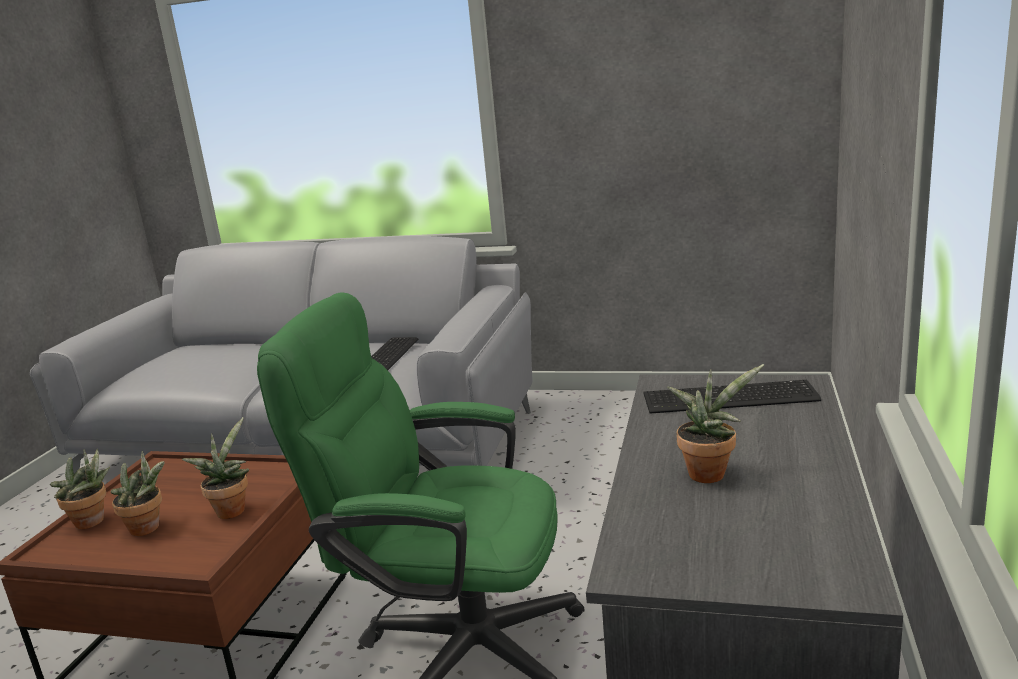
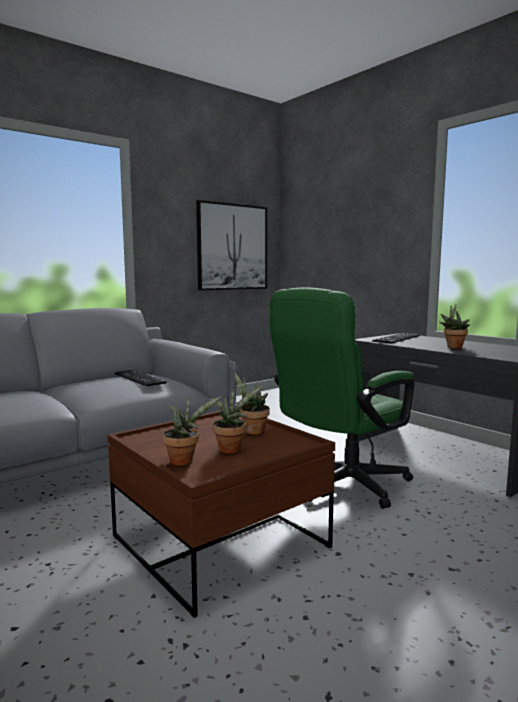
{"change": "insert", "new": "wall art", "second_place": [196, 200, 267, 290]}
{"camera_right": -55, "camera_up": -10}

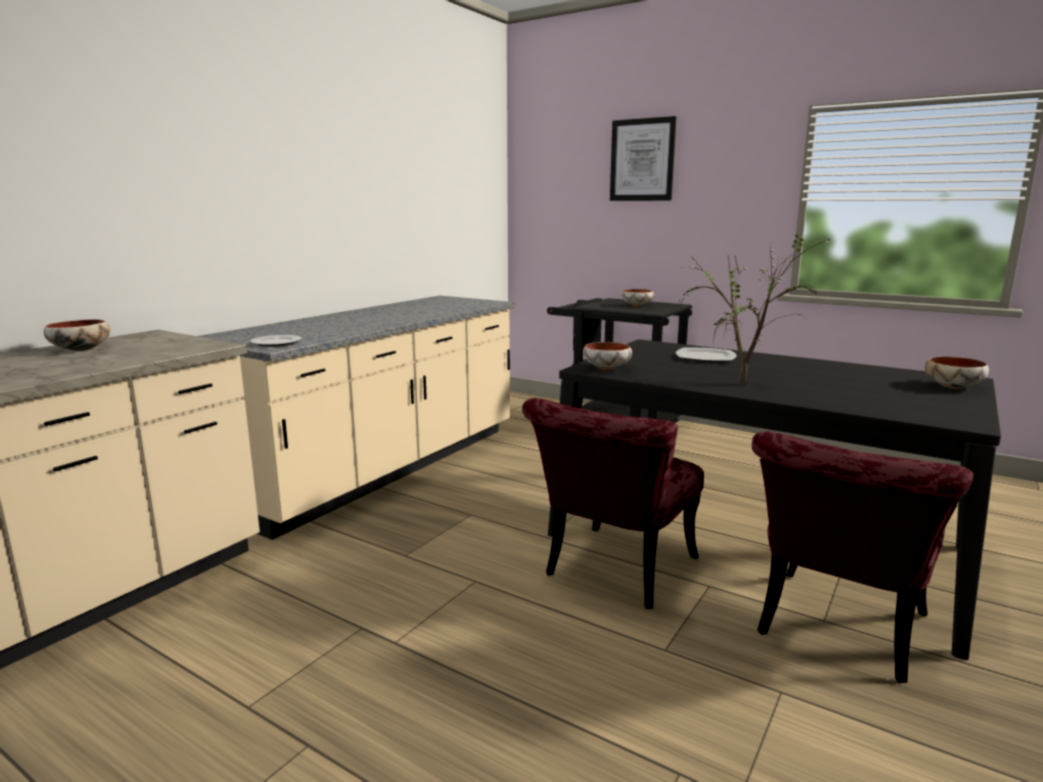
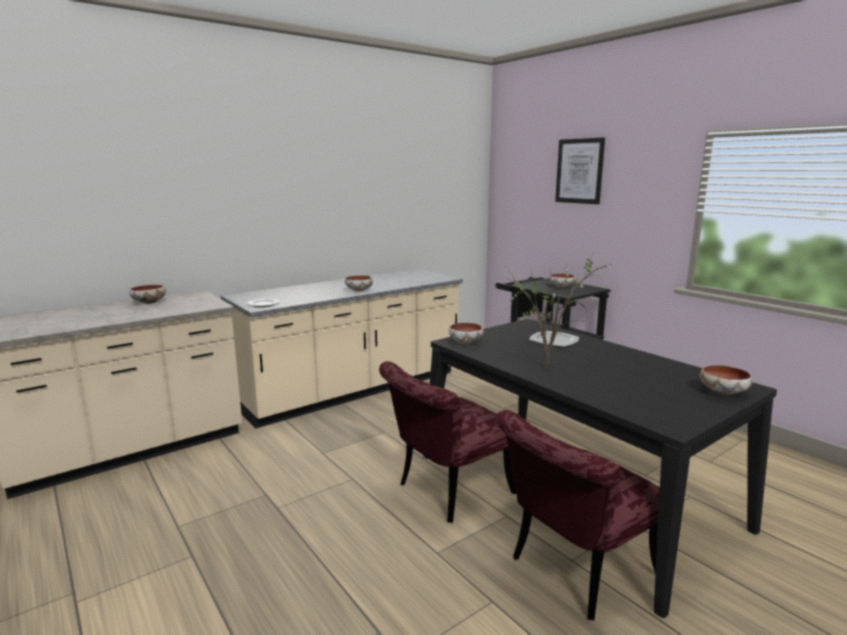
{"change": "insert", "new": "deep dish", "second_place": [345, 275, 373, 291]}
{"camera_right": 20, "camera_up": 0}

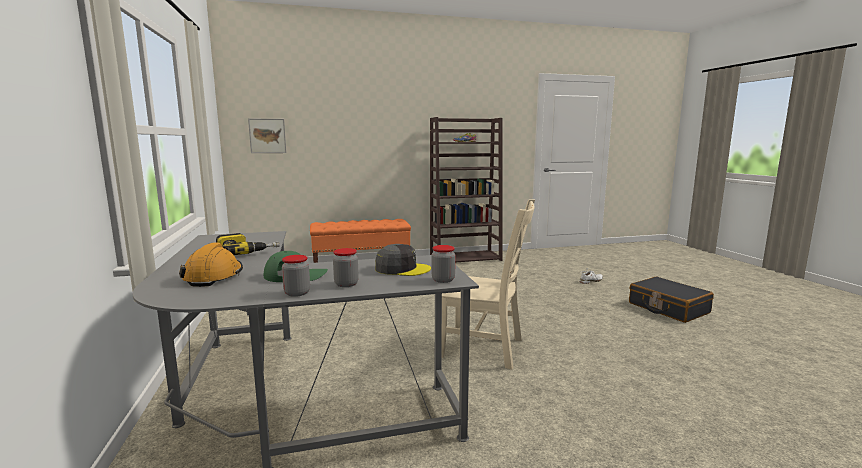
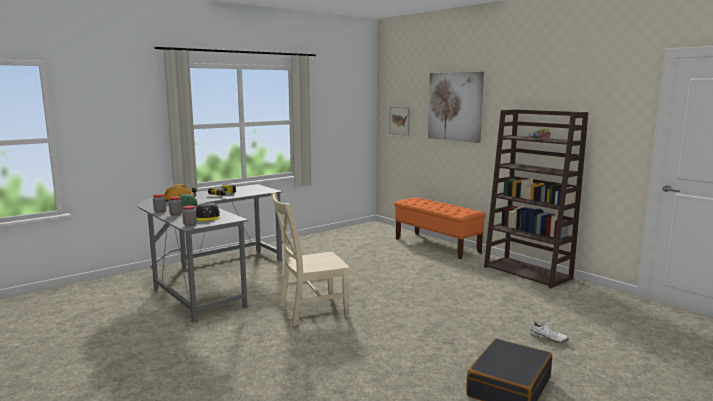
{"change": "rotate", "old": "beige chair", "first_place": [441, 199, 535, 370], "second_place": [271, 192, 350, 326], "degrees": 75}
{"change": "insert", "new": "wall art", "second_place": [428, 72, 484, 143]}
{"camera_right": 65, "camera_up": 0}

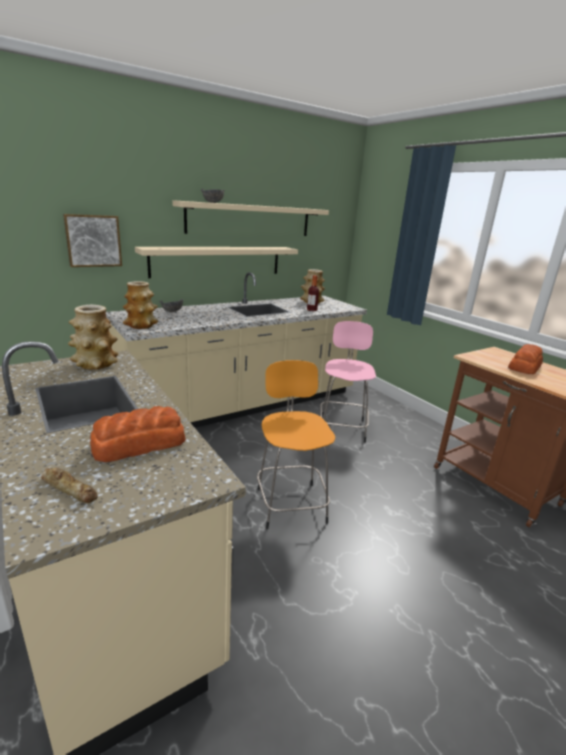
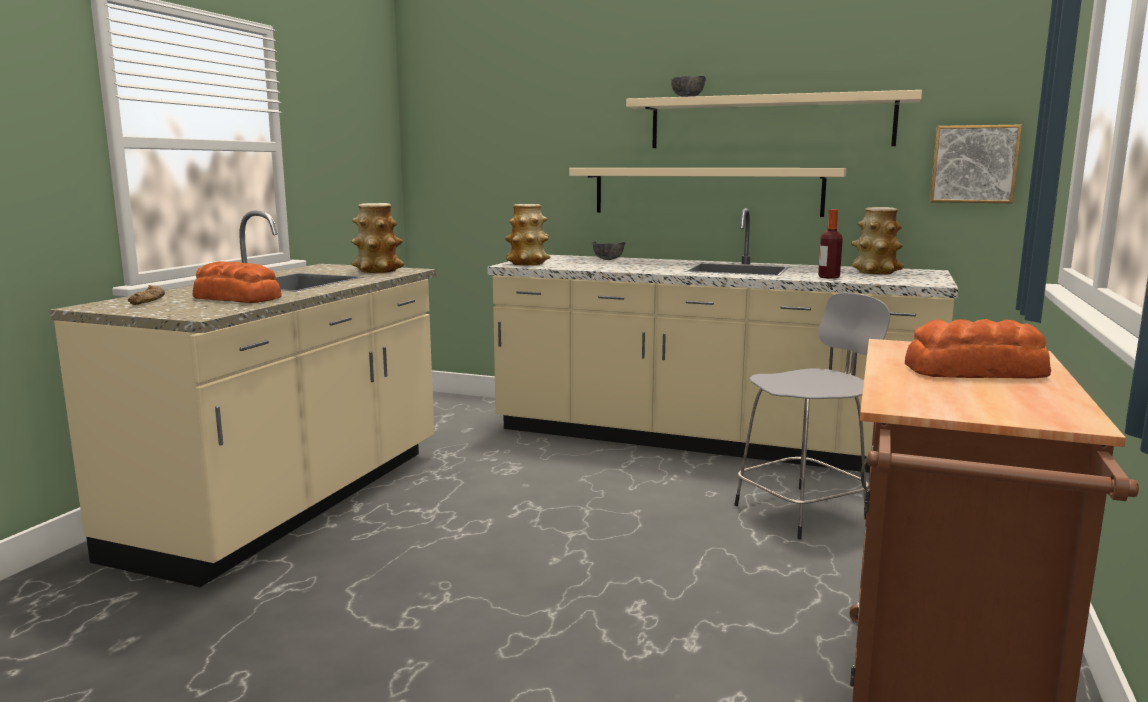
{"change": "recolor", "old": "pink sitting stool", "new": "gray sitting stool", "first_place": [320, 321, 376, 442], "second_place": [735, 293, 890, 539]}
{"change": "move", "old": "wall art", "first_place": [63, 214, 122, 267], "second_place": [930, 125, 1022, 203]}
{"change": "delete", "old": "orange sitting stool", "first_place": [257, 360, 335, 529]}
{"camera_right": 55, "camera_up": -10}

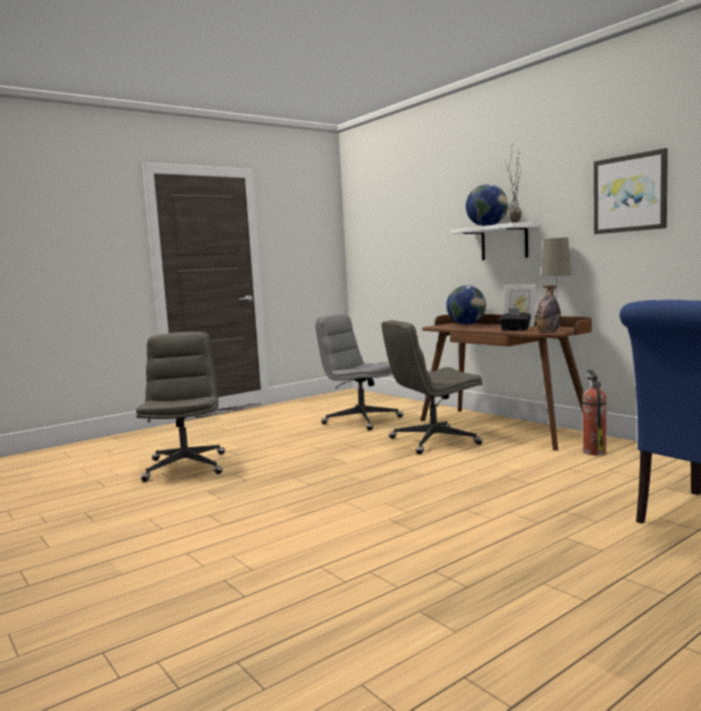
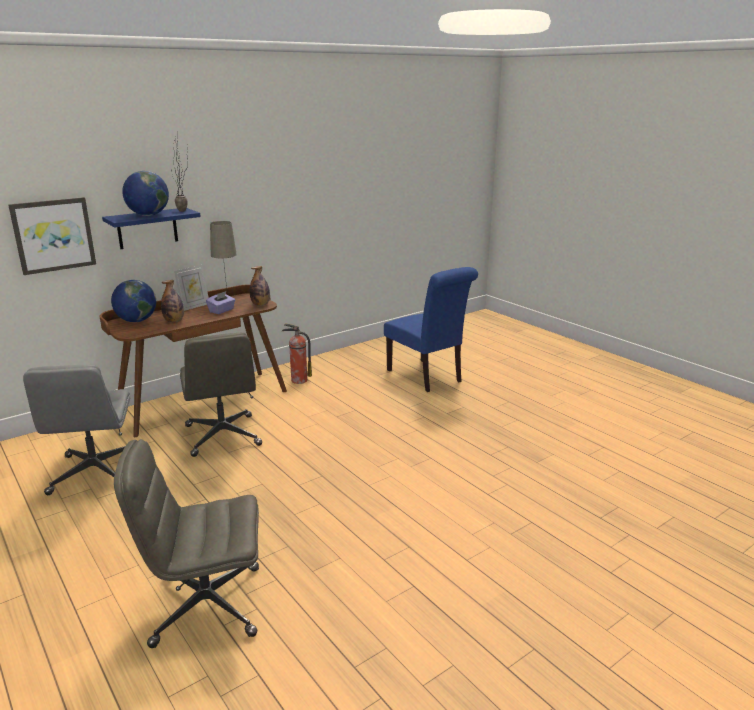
{"change": "move", "old": "wall art", "first_place": [594, 148, 668, 234], "second_place": [8, 197, 96, 275]}
{"change": "rotate", "old": "gray computer chair", "first_place": [315, 314, 403, 430], "second_place": [23, 364, 130, 495], "degrees": -45}
{"change": "recolor", "old": "white wall shelf", "new": "blue-coloured wall shelf", "first_place": [450, 222, 538, 260], "second_place": [102, 208, 201, 249]}
{"change": "insert", "new": "bottle", "second_place": [161, 280, 184, 322]}
{"change": "recolor", "old": "blackish tissue box", "new": "purple tissue box", "first_place": [499, 308, 531, 330], "second_place": [206, 291, 235, 314]}
{"camera_right": -90, "camera_up": 15}

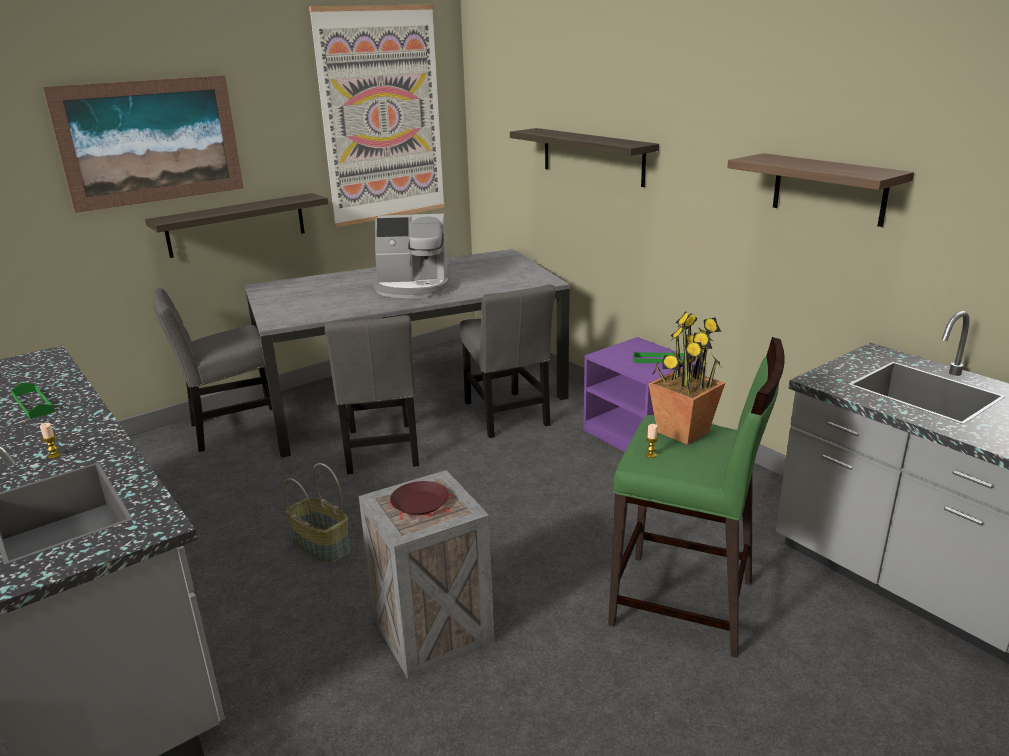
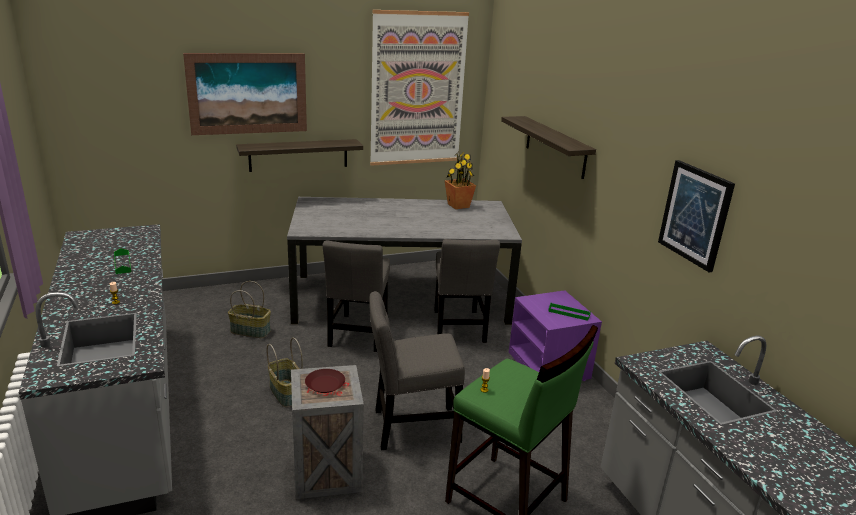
{"change": "insert", "new": "storage basket", "second_place": [228, 281, 271, 338]}
{"change": "move", "old": "gray chair", "first_place": [153, 288, 272, 452], "second_place": [369, 291, 465, 450]}
{"change": "move", "old": "plant in a pot", "first_place": [649, 311, 725, 445], "second_place": [445, 151, 476, 209]}
{"change": "replace", "old": "wall shelf", "new": "wall art", "first_place": [727, 153, 914, 227], "second_place": [658, 160, 735, 273]}
{"change": "delete", "old": "coffee maker", "first_place": [372, 214, 450, 298]}
{"camera_right": 15, "camera_up": 0}

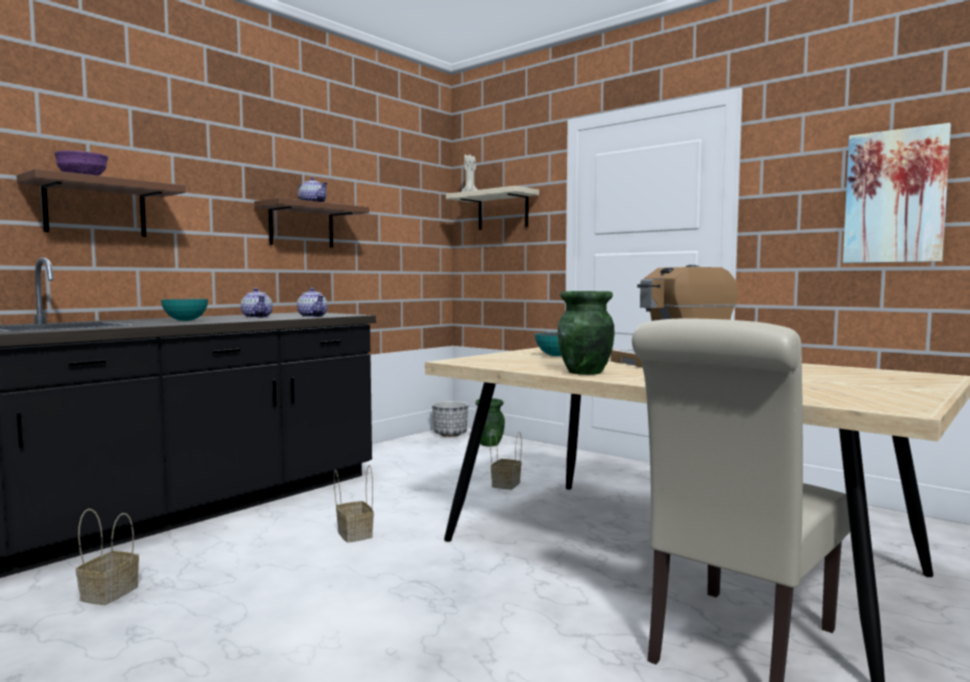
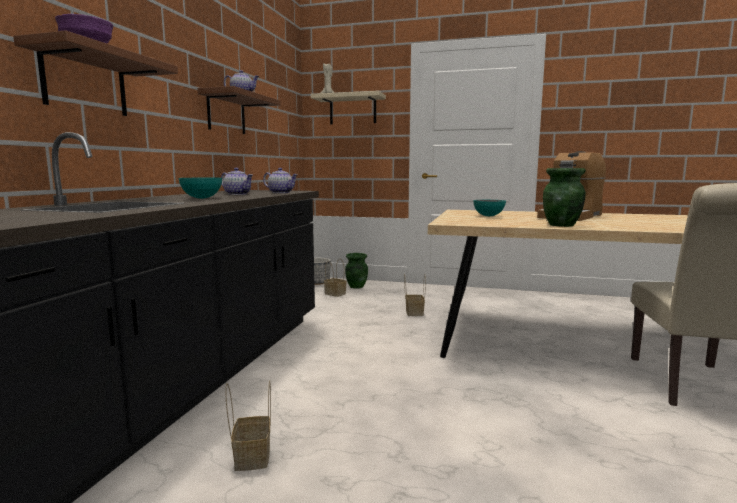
{"change": "move", "old": "storage basket", "first_place": [334, 465, 374, 543], "second_place": [324, 259, 347, 297]}
{"change": "delete", "old": "wall art", "first_place": [843, 123, 951, 263]}
{"camera_right": -25, "camera_up": 5}

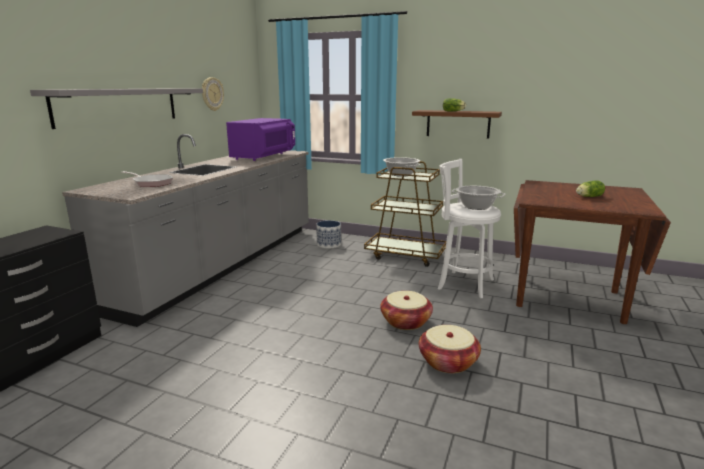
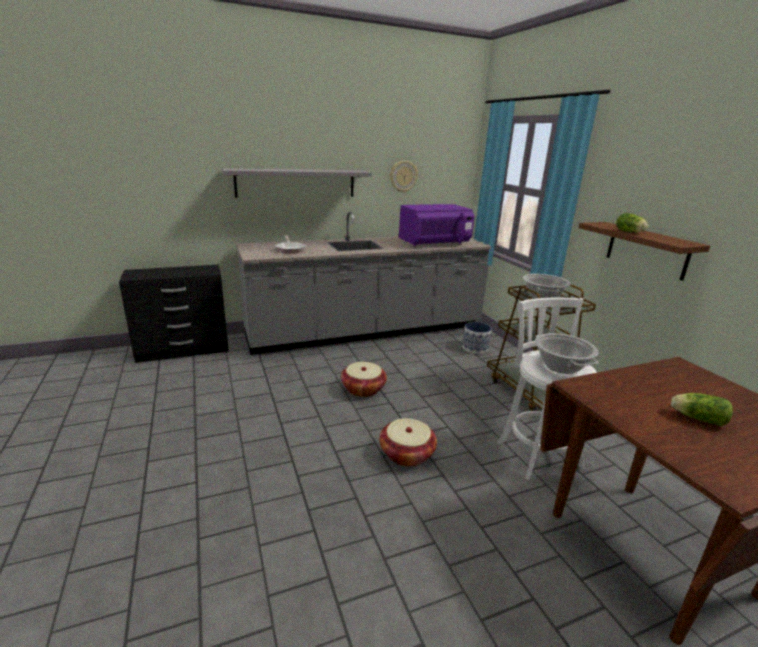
{"change": "move", "old": "storage basket", "first_place": [419, 325, 481, 373], "second_place": [341, 362, 387, 397]}
{"camera_right": 45, "camera_up": 5}

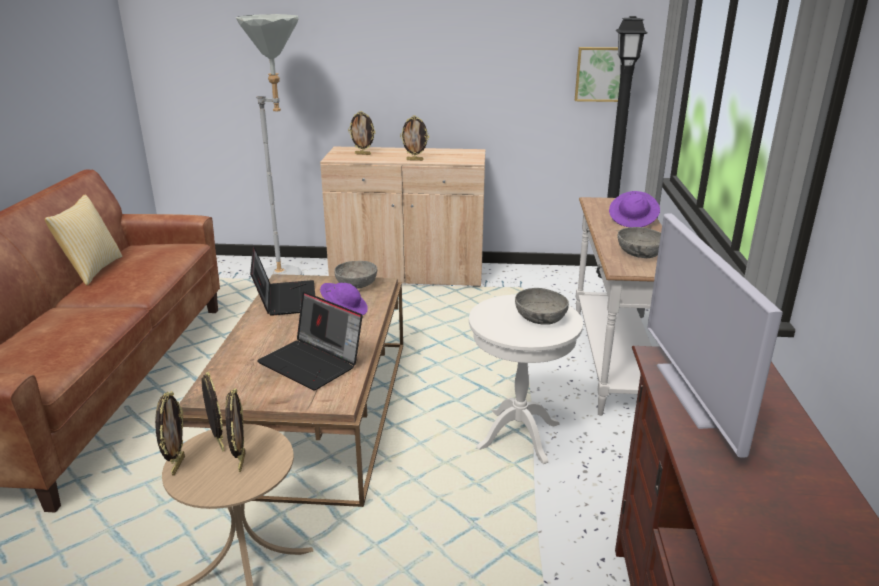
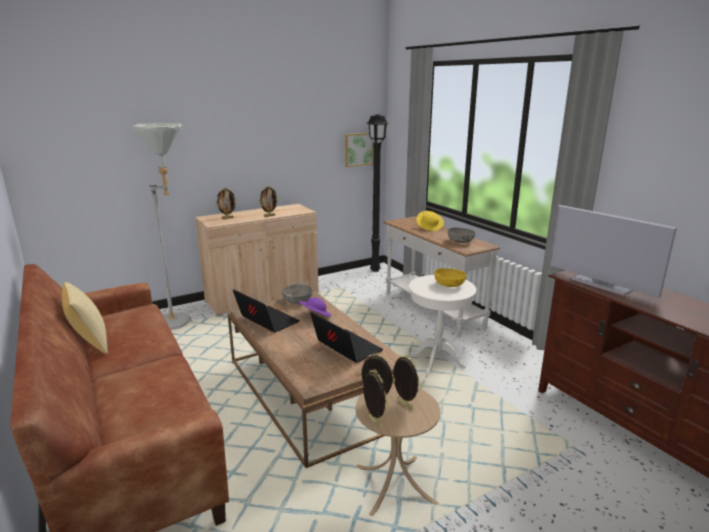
{"change": "rotate", "old": "portable computer", "first_place": [257, 291, 363, 391], "second_place": [310, 312, 383, 363], "degrees": -135}
{"change": "recolor", "old": "purple clothing hat", "new": "yellow clothing hat", "first_place": [609, 191, 660, 227], "second_place": [416, 211, 444, 231]}
{"change": "recolor", "old": "gray deep dish", "new": "yellow deep dish", "first_place": [515, 288, 569, 325], "second_place": [434, 268, 466, 287]}
{"camera_right": -35, "camera_up": -5}

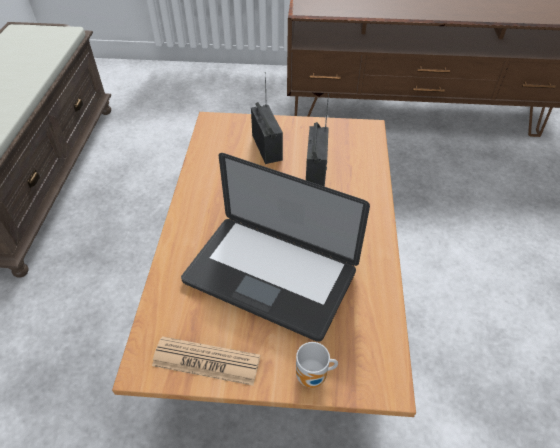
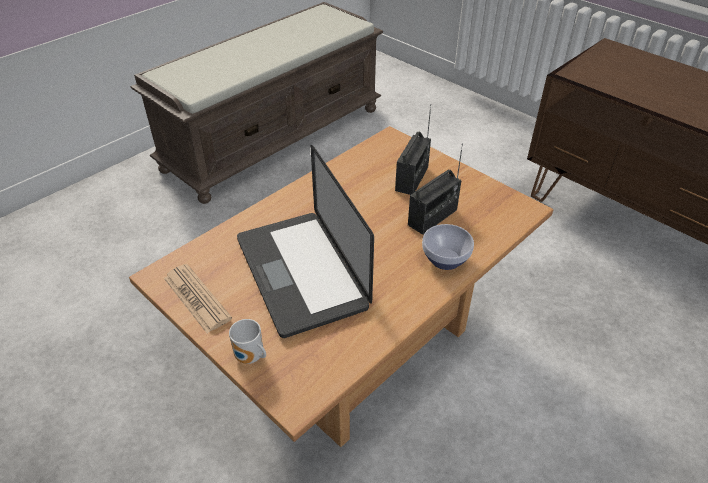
{"change": "insert", "new": "deep dish", "second_place": [422, 224, 474, 270]}
{"camera_right": 40, "camera_up": -5}

